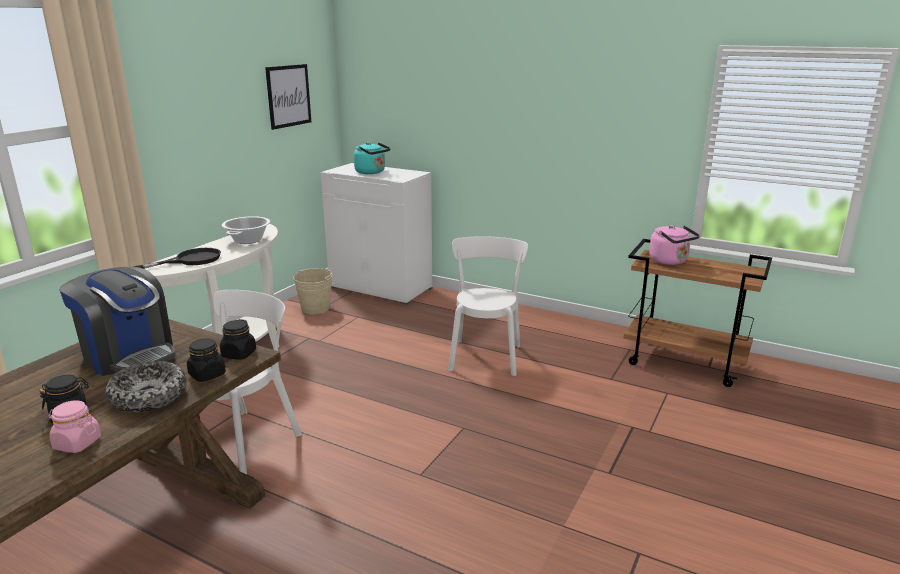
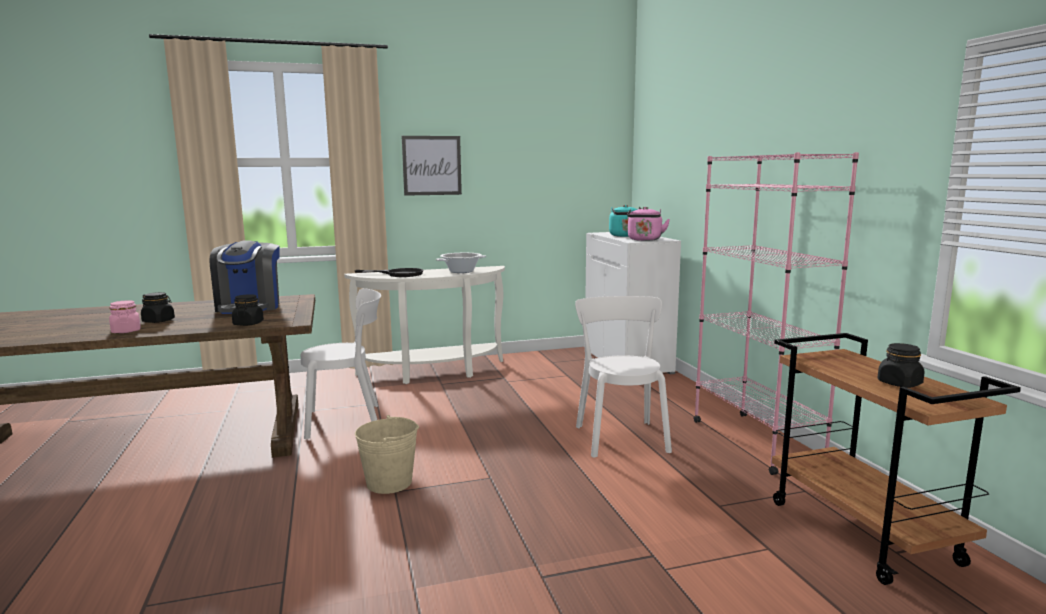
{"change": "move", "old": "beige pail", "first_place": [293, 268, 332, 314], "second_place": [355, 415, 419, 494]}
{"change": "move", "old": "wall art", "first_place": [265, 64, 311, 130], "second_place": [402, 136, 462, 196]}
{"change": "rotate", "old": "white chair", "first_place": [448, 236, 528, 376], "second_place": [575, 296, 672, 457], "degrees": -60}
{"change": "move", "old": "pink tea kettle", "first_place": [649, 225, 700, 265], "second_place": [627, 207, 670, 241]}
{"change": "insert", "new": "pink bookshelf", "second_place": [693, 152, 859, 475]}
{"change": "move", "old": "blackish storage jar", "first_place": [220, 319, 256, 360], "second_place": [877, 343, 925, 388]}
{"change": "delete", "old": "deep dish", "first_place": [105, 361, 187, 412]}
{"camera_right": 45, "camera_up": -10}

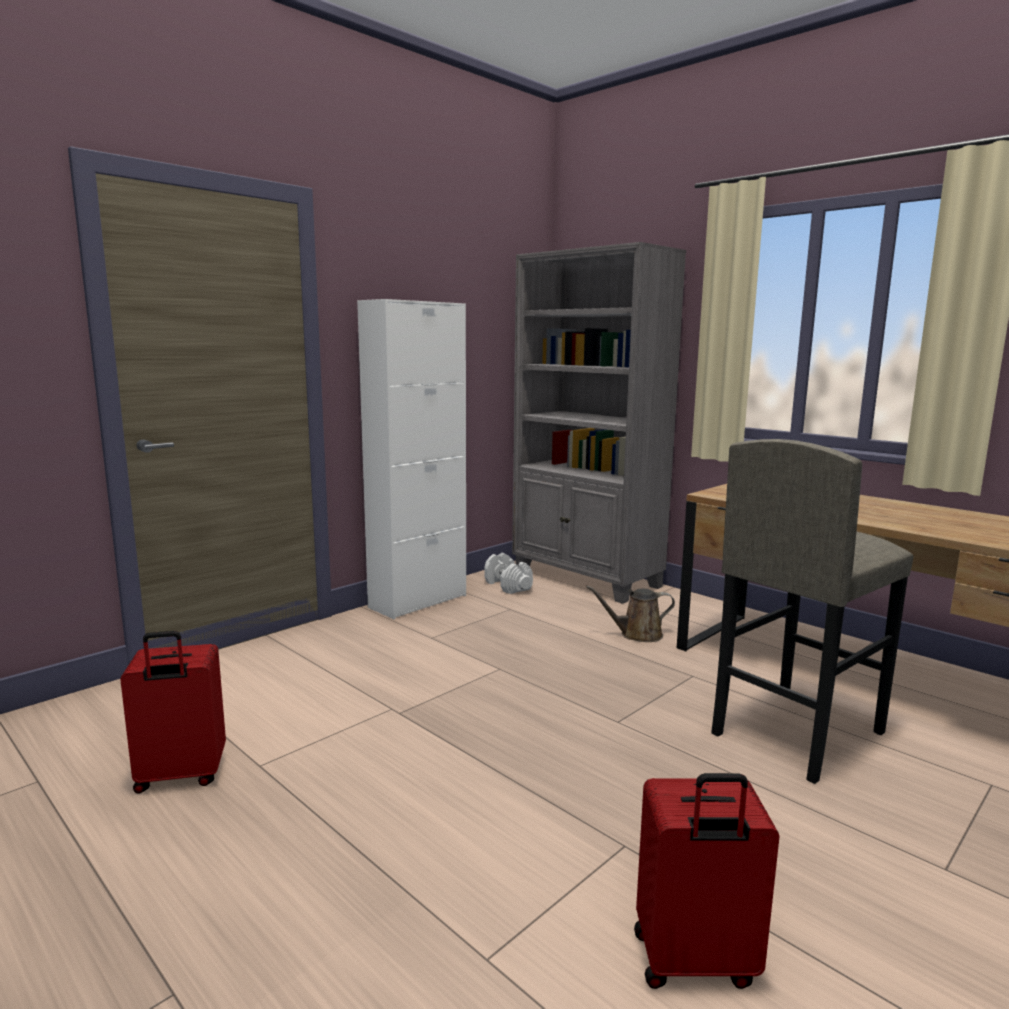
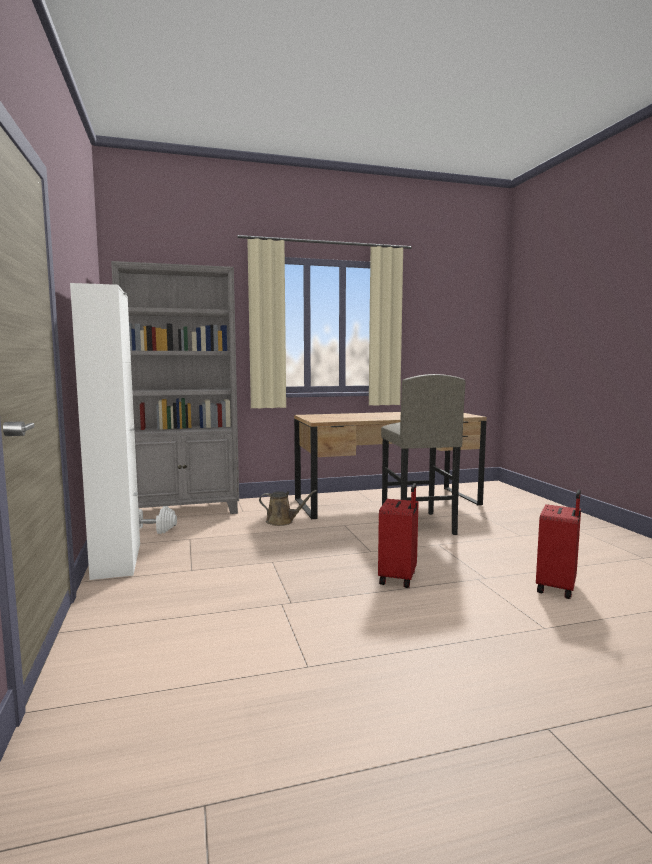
{"change": "rotate", "old": "brown-coloured sprinkling can", "first_place": [586, 586, 675, 642], "second_place": [259, 490, 317, 526], "degrees": -105}
{"change": "move", "old": "red suitcase", "first_place": [120, 631, 226, 794], "second_place": [378, 483, 418, 588]}
{"camera_right": -60, "camera_up": -5}

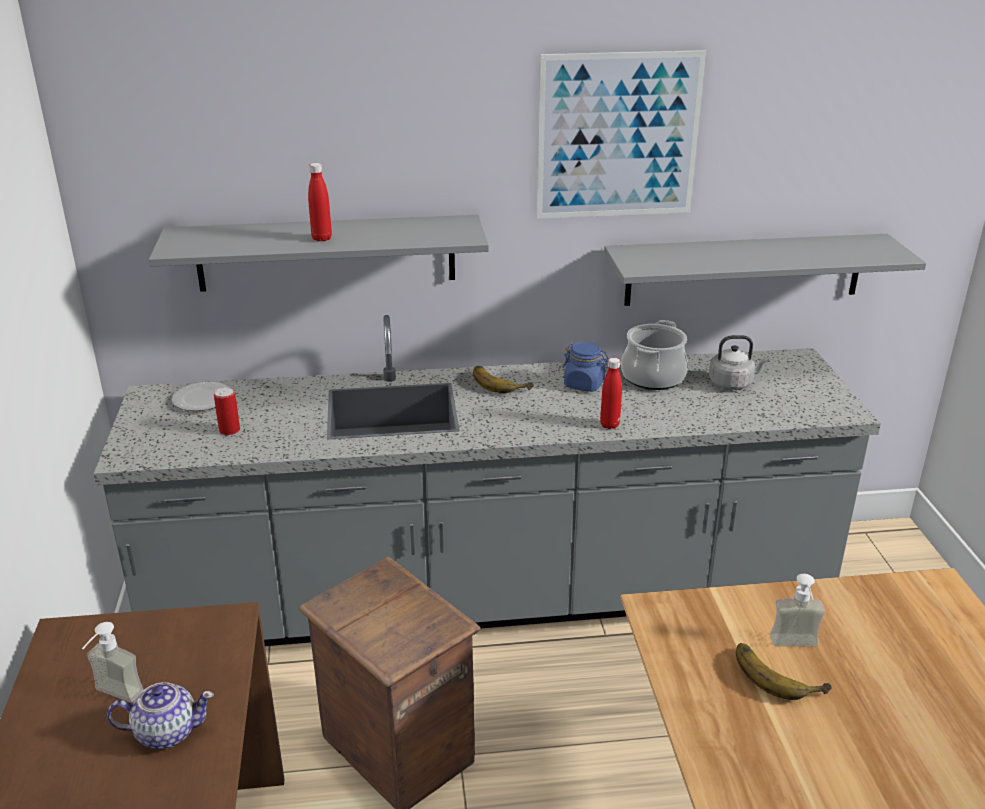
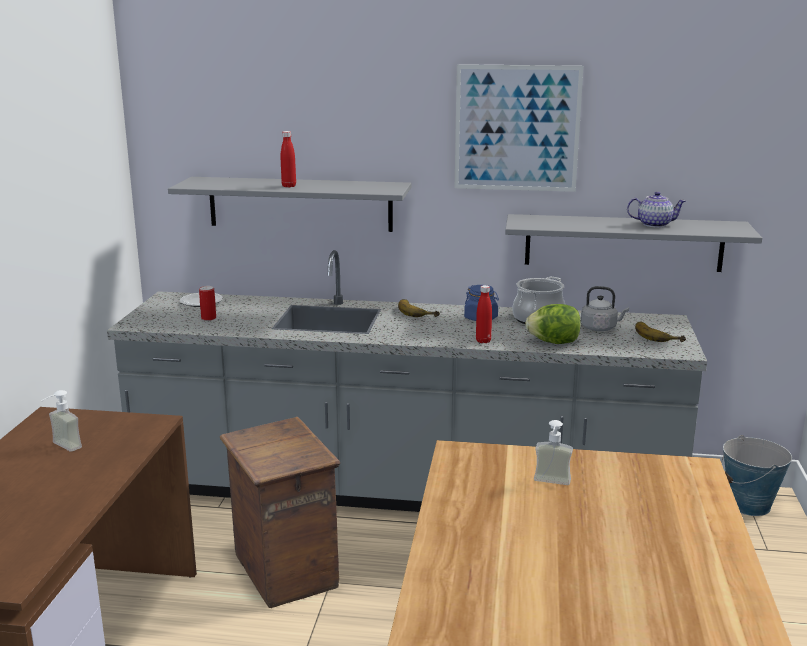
{"change": "insert", "new": "lettuce head", "second_place": [525, 304, 581, 344]}
{"change": "move", "old": "pot for tea", "first_place": [107, 682, 214, 749], "second_place": [627, 191, 686, 228]}
{"change": "move", "old": "banana fruit", "first_place": [736, 643, 832, 700], "second_place": [635, 322, 686, 342]}
{"change": "insert", "new": "pail", "second_place": [721, 435, 792, 516]}
{"camera_right": 15, "camera_up": -10}

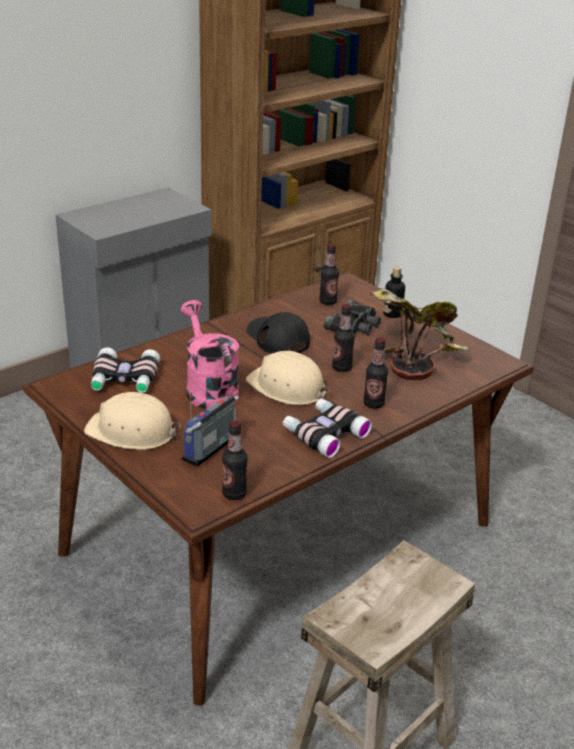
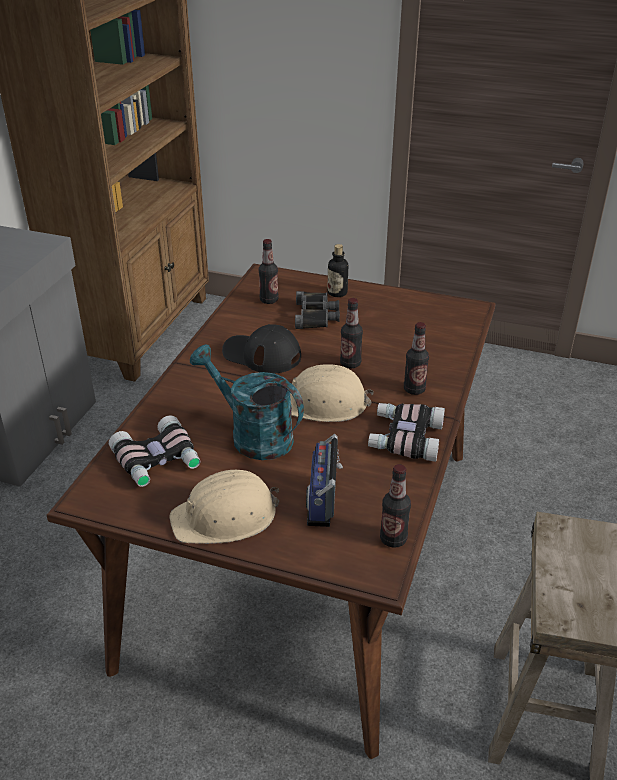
{"change": "recolor", "old": "pink sprinkling can", "new": "blue-green sprinkling can", "first_place": [181, 300, 239, 410], "second_place": [190, 344, 304, 460]}
{"change": "delete", "old": "plant in a pot", "first_place": [370, 288, 470, 380]}
{"camera_right": -30, "camera_up": 5}

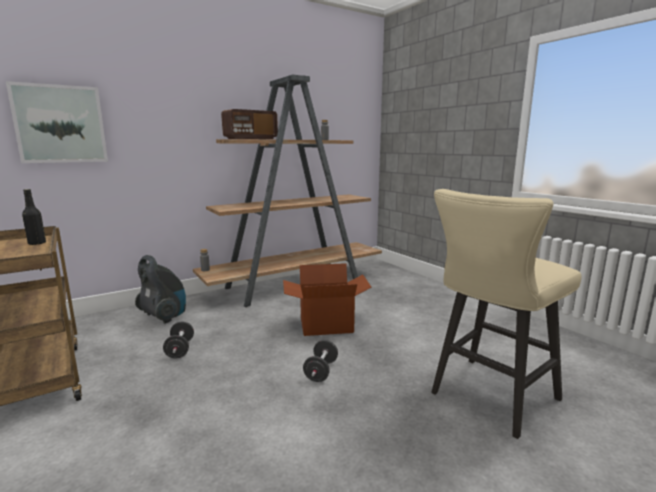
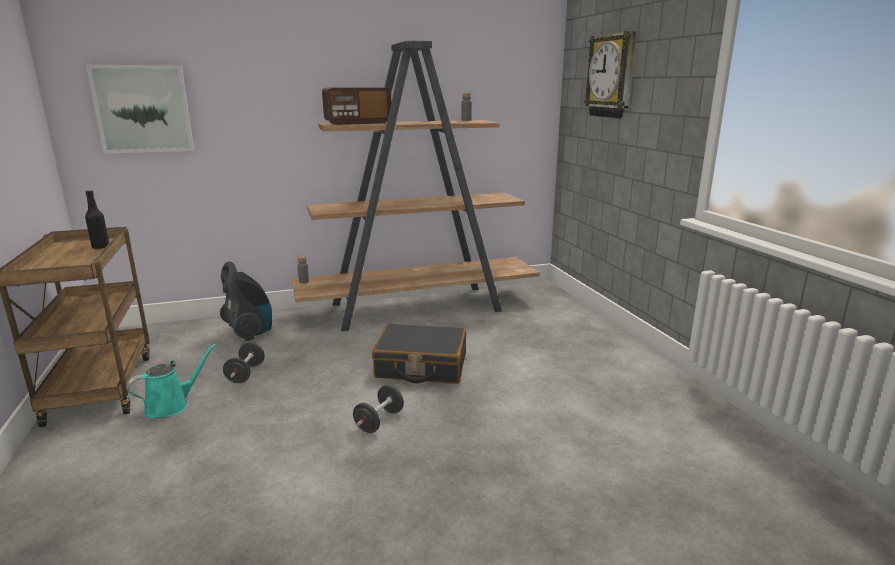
{"change": "insert", "new": "blue-green sprinkling can", "second_place": [126, 344, 216, 418]}
{"change": "replace", "old": "carton", "new": "blackish suitcase", "first_place": [283, 263, 371, 336], "second_place": [372, 323, 466, 384]}
{"change": "insert", "new": "hanging clock", "second_place": [584, 31, 636, 118]}
{"change": "delete", "old": "beige sitting stool", "first_place": [431, 189, 582, 439]}
{"camera_right": 15, "camera_up": 5}

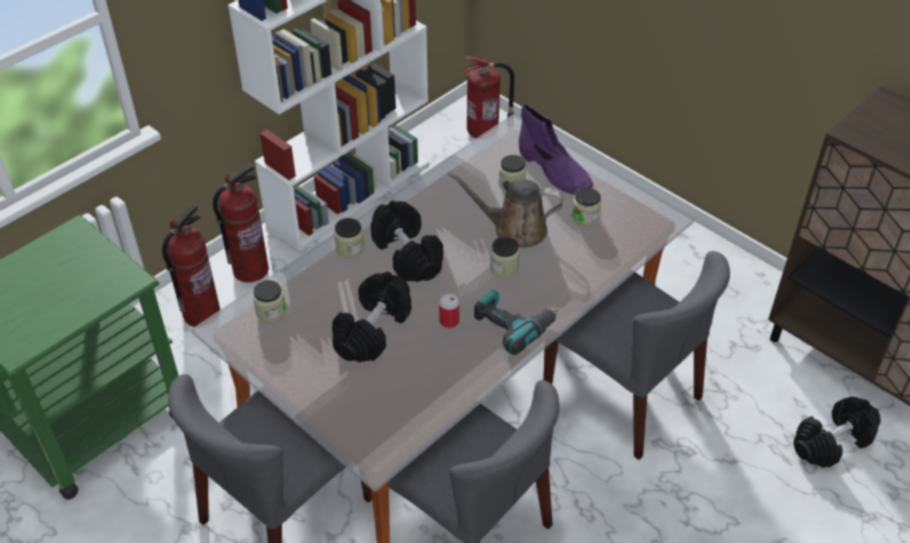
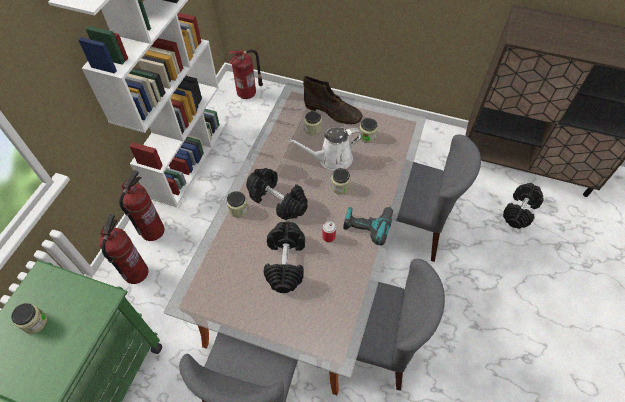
{"change": "move", "old": "storage jar", "first_place": [253, 280, 286, 322], "second_place": [11, 303, 47, 334]}
{"change": "recolor", "old": "brown-coloured sprinkling can", "new": "white sprinkling can", "first_place": [448, 172, 563, 248], "second_place": [288, 127, 362, 170]}
{"change": "recolor", "old": "purple high-top boot", "new": "brown-coloured high-top boot", "first_place": [518, 104, 593, 195], "second_place": [303, 76, 363, 124]}
{"camera_right": -25, "camera_up": 10}

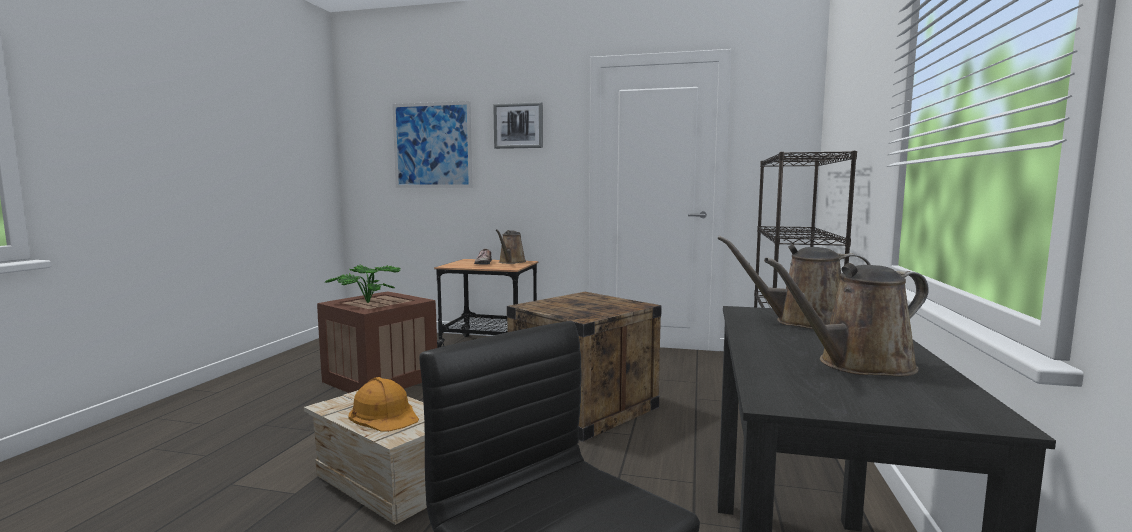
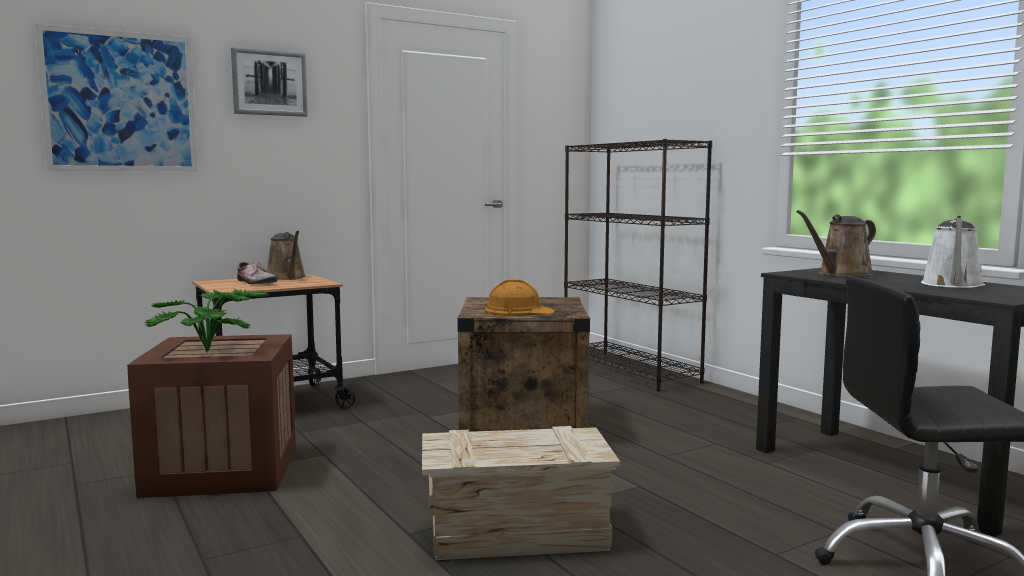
{"change": "move", "old": "orange hard hat", "first_place": [348, 377, 419, 432], "second_place": [485, 280, 555, 316]}
{"change": "recolor", "old": "brown-coloured sprinkling can", "new": "white sprinkling can", "first_place": [764, 258, 929, 377], "second_place": [921, 215, 985, 288]}
{"camera_right": -45, "camera_up": 0}

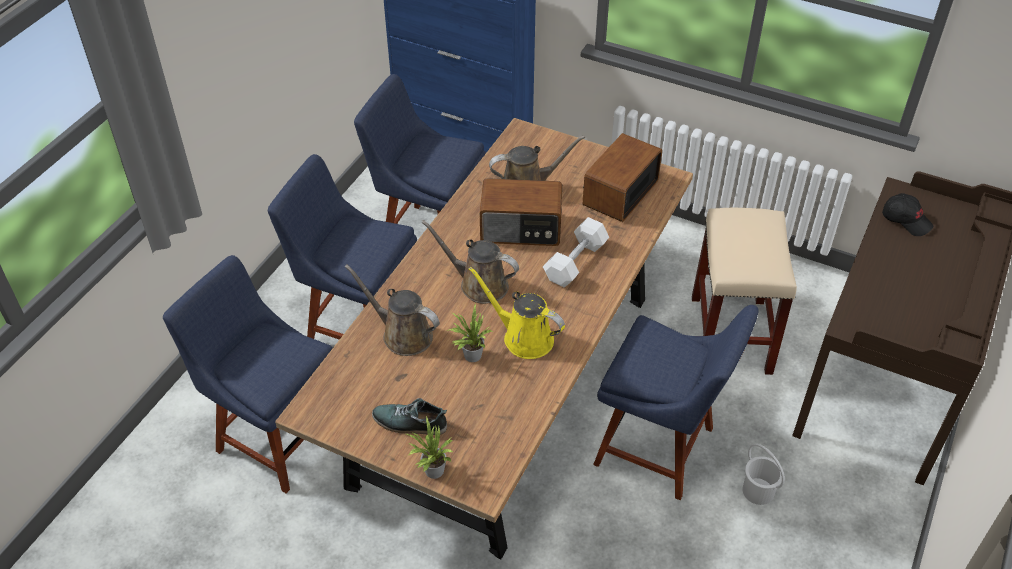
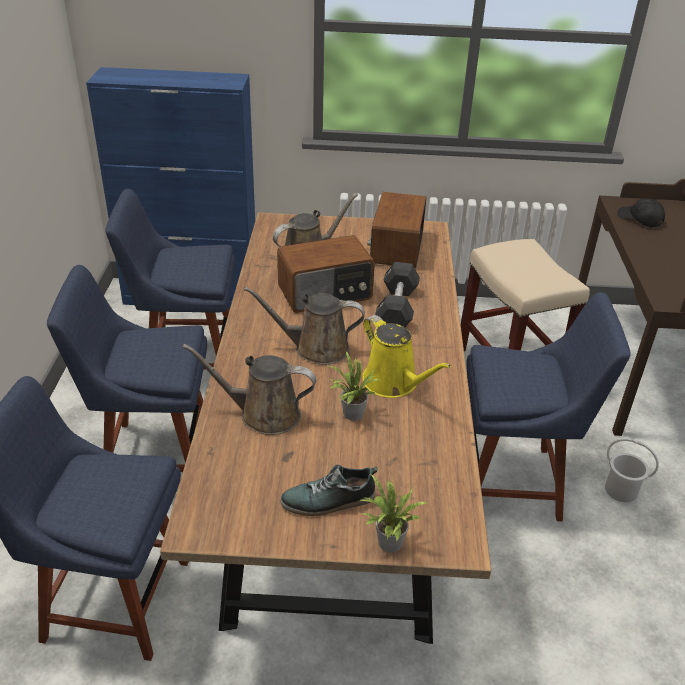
{"change": "rotate", "old": "yellow sprinkling can", "first_place": [469, 266, 565, 359], "second_place": [363, 315, 451, 398], "degrees": -135}
{"change": "recolor", "old": "white free weight", "new": "blackish free weight", "first_place": [543, 217, 609, 288], "second_place": [375, 262, 420, 327]}
{"change": "rotate", "old": "blackish peaked cap", "first_place": [882, 193, 933, 236], "second_place": [617, 199, 665, 227], "degrees": -150}
{"camera_right": -25, "camera_up": -10}

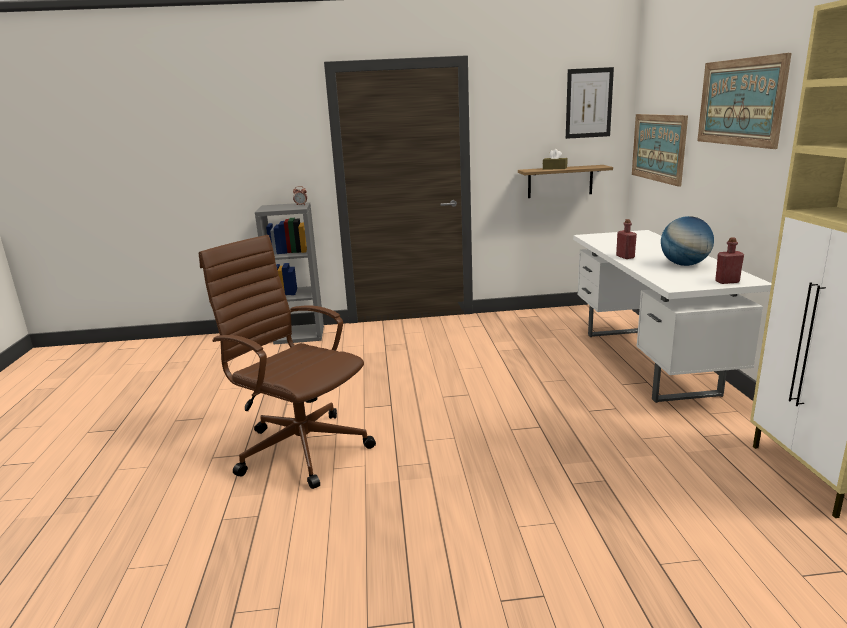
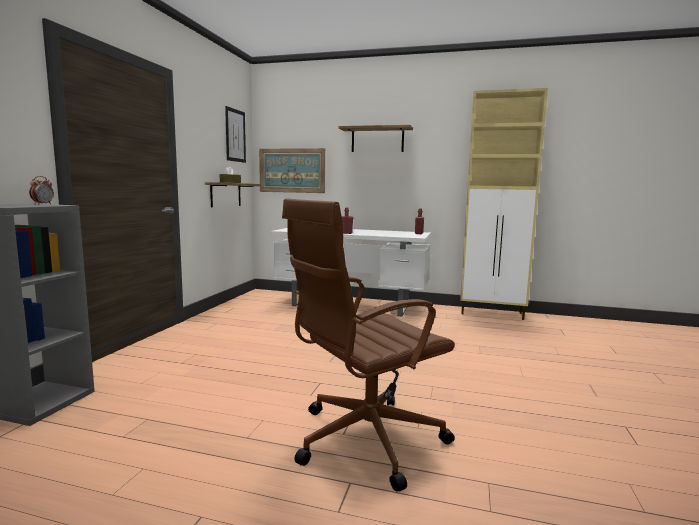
{"change": "replace", "old": "wall art", "new": "wall shelf", "first_place": [697, 53, 792, 149], "second_place": [339, 125, 413, 152]}
{"change": "delete", "old": "world globe", "first_place": [661, 216, 714, 266]}
{"camera_right": -70, "camera_up": -10}

